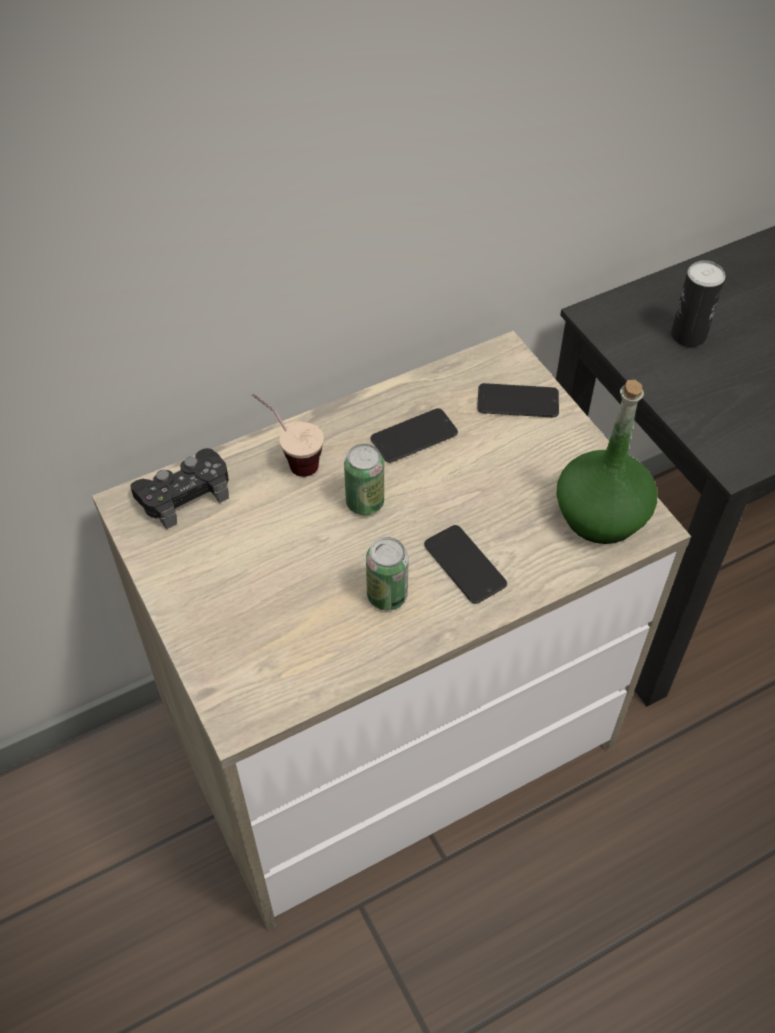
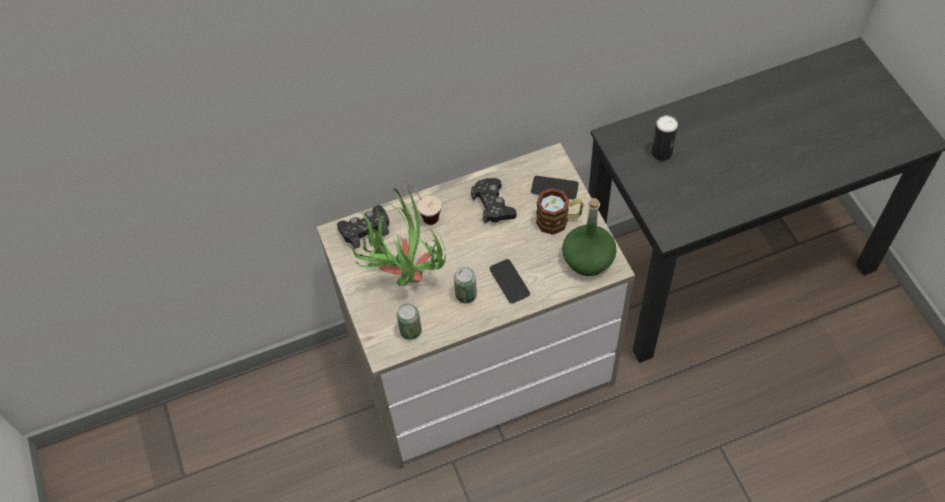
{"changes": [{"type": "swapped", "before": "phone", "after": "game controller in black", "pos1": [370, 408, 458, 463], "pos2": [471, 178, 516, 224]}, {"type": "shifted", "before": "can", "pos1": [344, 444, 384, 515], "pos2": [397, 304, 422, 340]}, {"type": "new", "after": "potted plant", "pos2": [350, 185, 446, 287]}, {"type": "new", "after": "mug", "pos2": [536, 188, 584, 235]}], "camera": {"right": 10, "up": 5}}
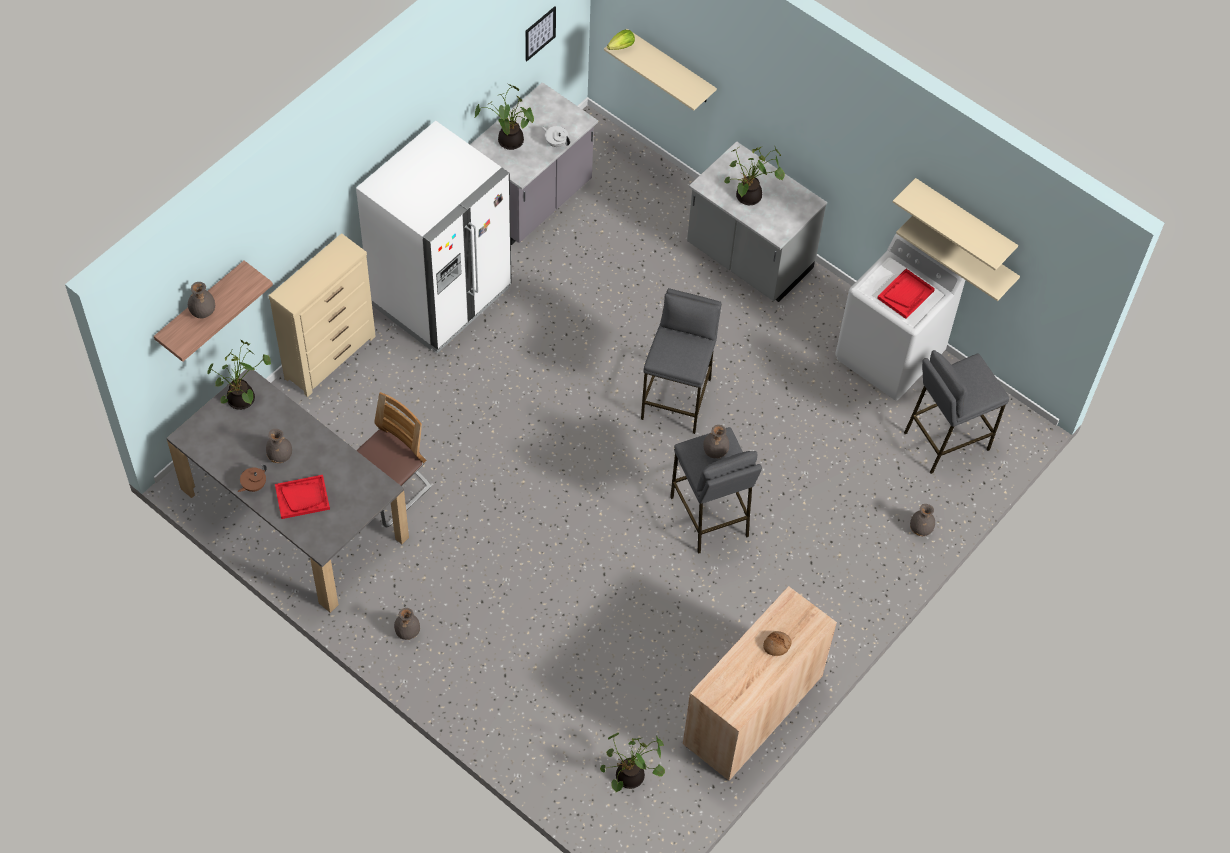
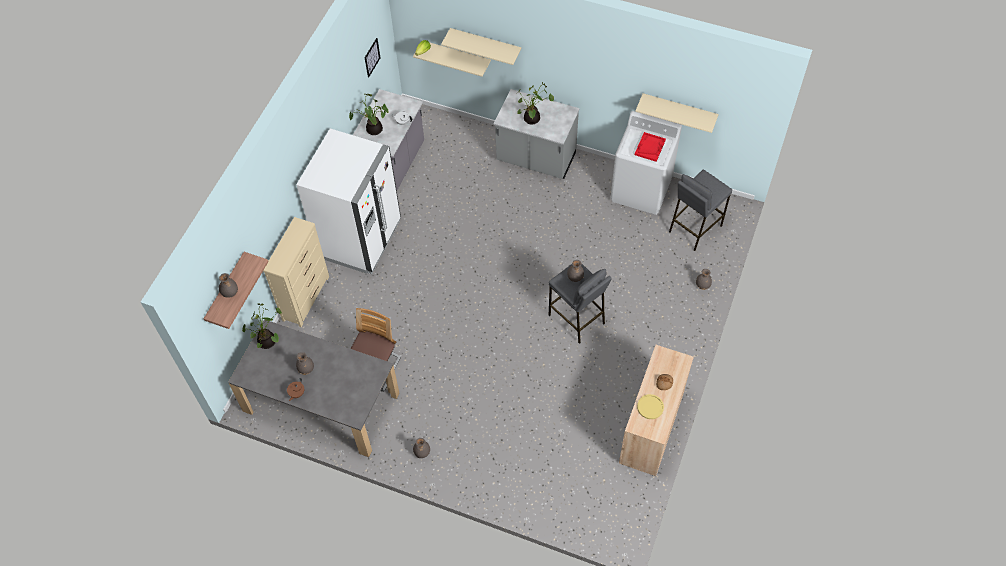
{"changes": [{"type": "shifted", "before": "shelf in beige", "pos1": [893, 178, 1018, 271], "pos2": [441, 28, 521, 65]}, {"type": "gone", "before": "stool in grey", "pos1": [641, 288, 721, 434]}, {"type": "gone", "before": "tray in red", "pos1": [275, 475, 330, 519]}, {"type": "gone", "before": "potted plant", "pos1": [600, 733, 665, 792]}, {"type": "new", "after": "plate in yellow", "pos2": [637, 394, 664, 419]}], "camera": {"right": -15, "up": 0}}
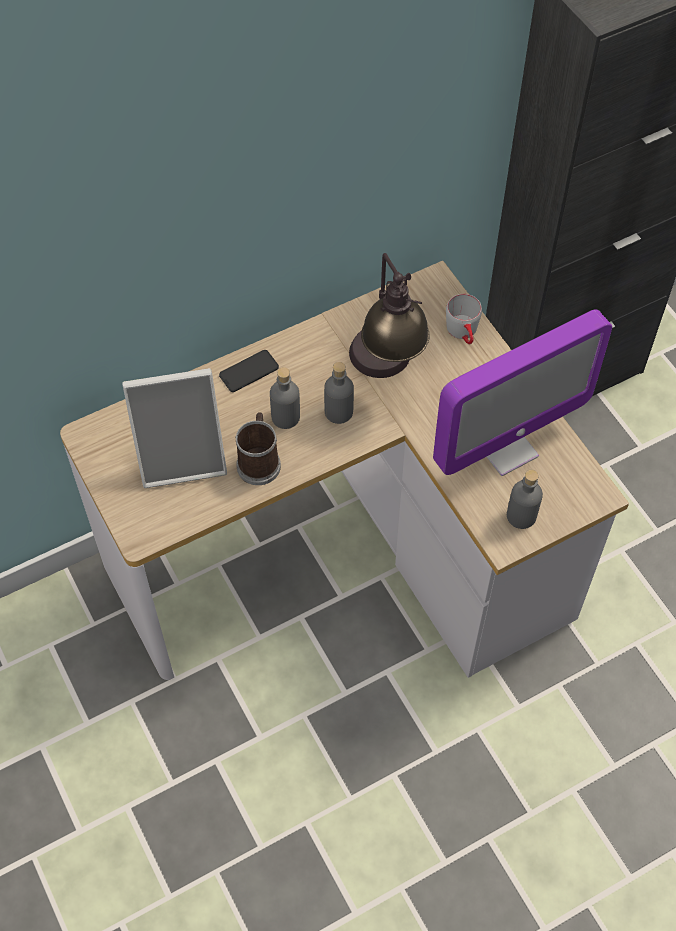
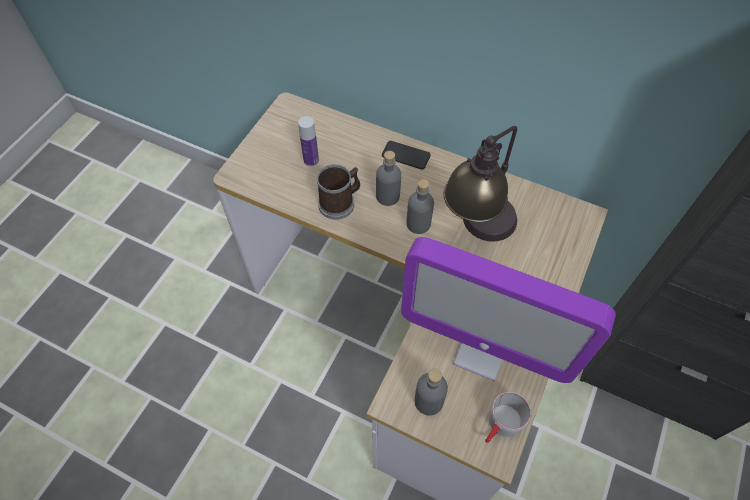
{"changes": [{"type": "shifted", "before": "mug in grey", "pos1": [446, 294, 482, 344], "pos2": [485, 392, 531, 443]}, {"type": "swapped", "before": "picture frame", "after": "bottle", "pos1": [122, 368, 227, 488], "pos2": [298, 116, 319, 167]}], "camera": {"right": 55, "up": 0}}
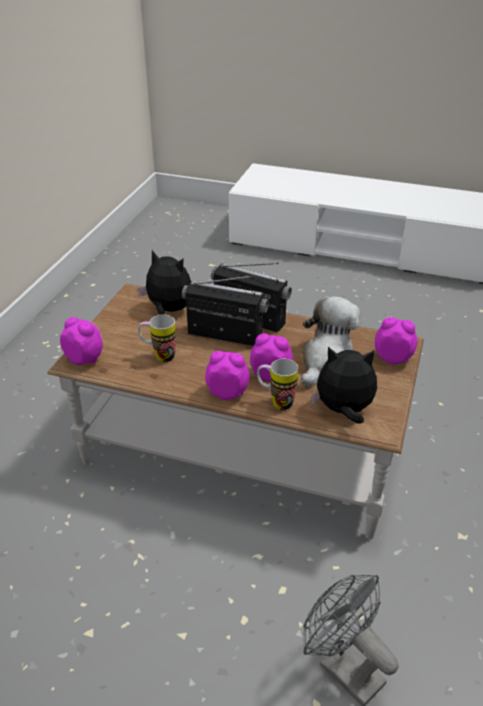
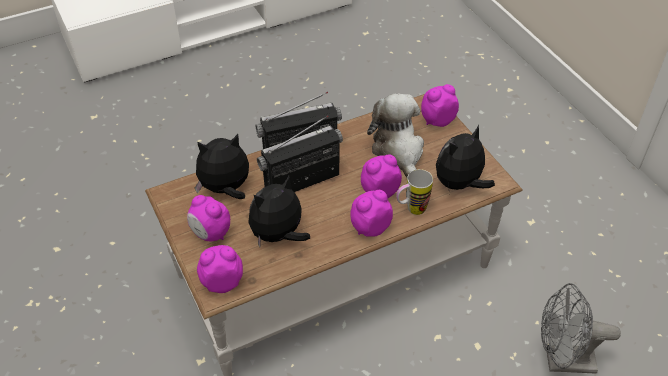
{"changes": [{"type": "swapped", "before": "mug", "after": "plush toy", "pos1": [138, 314, 176, 362], "pos2": [248, 176, 310, 247]}, {"type": "new", "after": "alarm clock", "pos2": [187, 195, 230, 242]}], "camera": {"right": -45, "up": 10}}
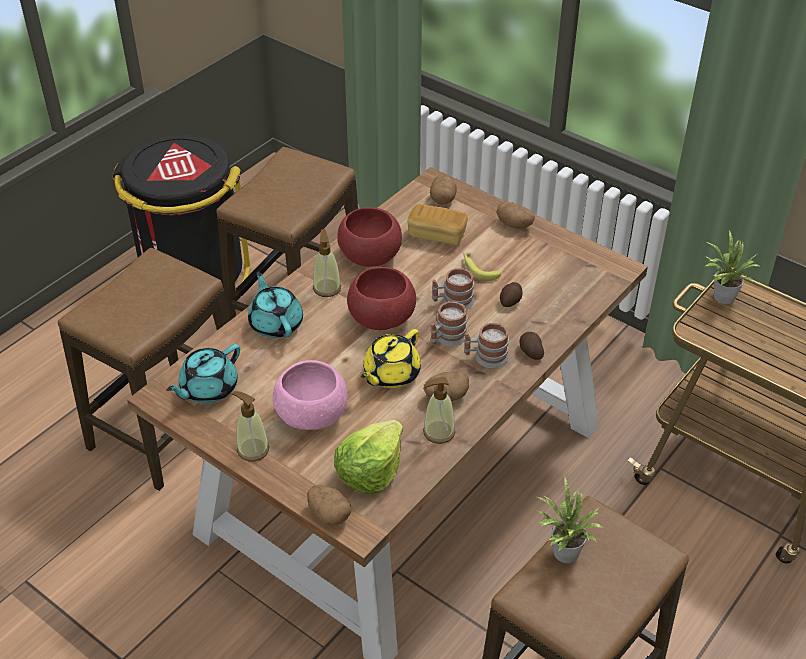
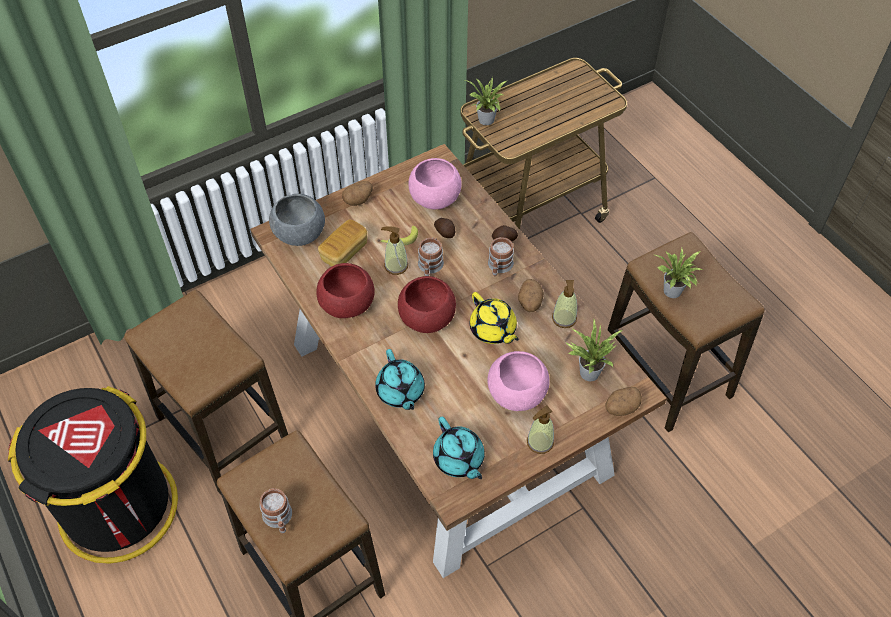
{"changes": [{"type": "swapped", "before": "potato", "after": "bowl in grey", "pos1": [430, 174, 457, 205], "pos2": [269, 194, 325, 246]}, {"type": "shifted", "before": "soap dispenser", "pos1": [313, 229, 341, 297], "pos2": [381, 226, 408, 275]}, {"type": "rotated", "before": "teapot in turquoise", "pos1": [248, 271, 303, 338], "pos2": [375, 349, 425, 410], "turn": -105}, {"type": "shifted", "before": "mug", "pos1": [430, 301, 467, 346], "pos2": [260, 488, 292, 534]}, {"type": "swapped", "before": "lettuce", "after": "potted plant", "pos1": [334, 420, 403, 494], "pos2": [565, 320, 622, 381]}, {"type": "new", "after": "bowl in pink", "pos2": [409, 158, 462, 209]}], "camera": {"right": -70, "up": 10}}
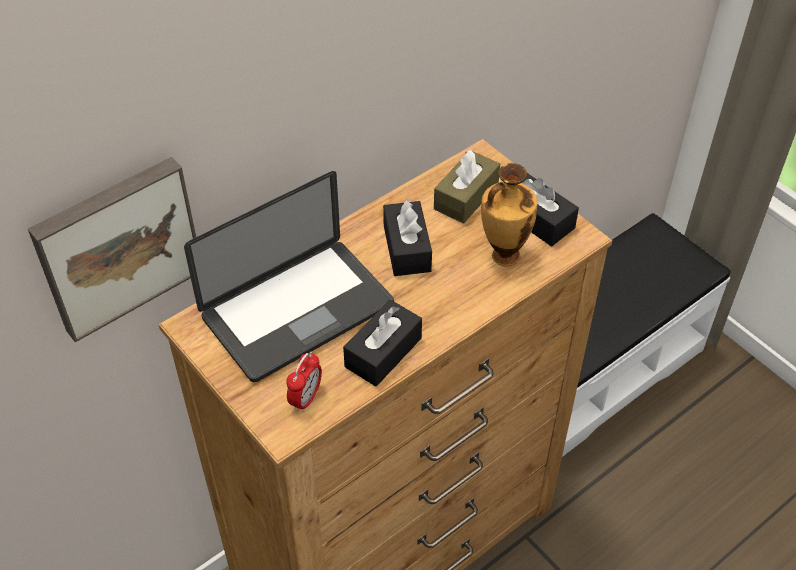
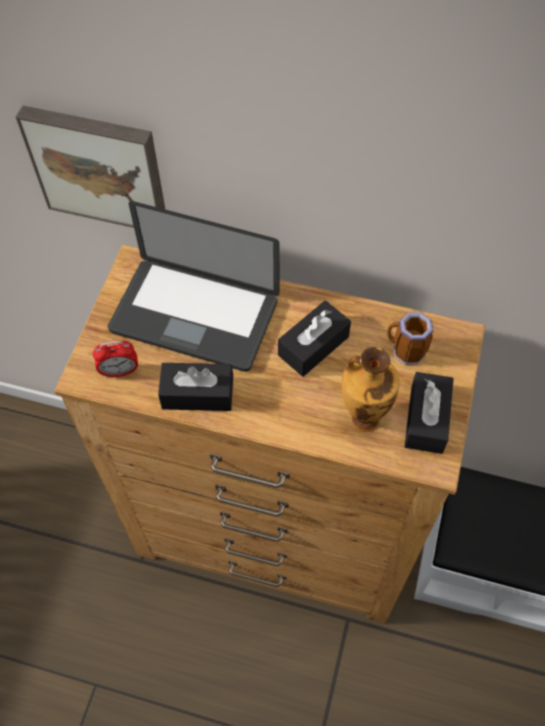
{"changes": [{"type": "swapped", "before": "tissue box in brown", "after": "mug", "pos1": [434, 150, 500, 224], "pos2": [387, 312, 434, 365]}], "camera": {"right": 55, "up": 10}}
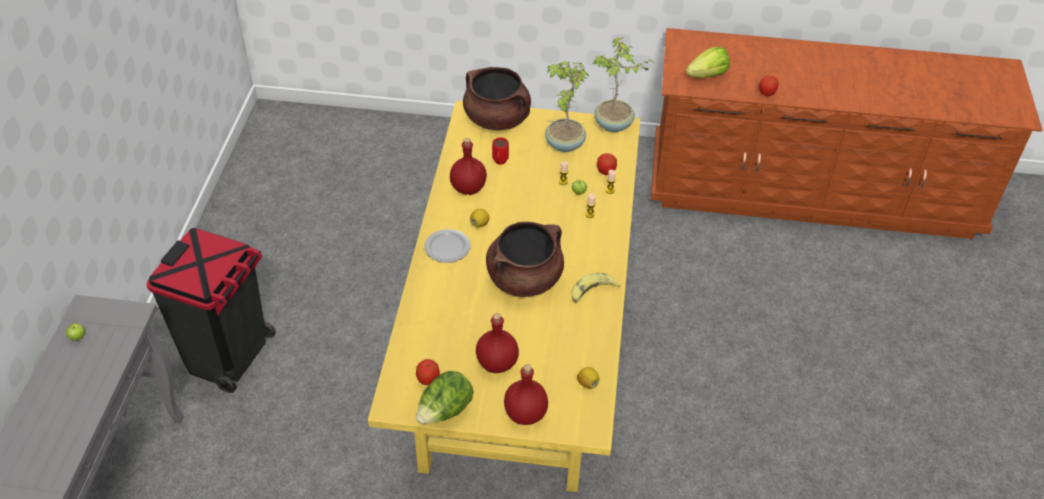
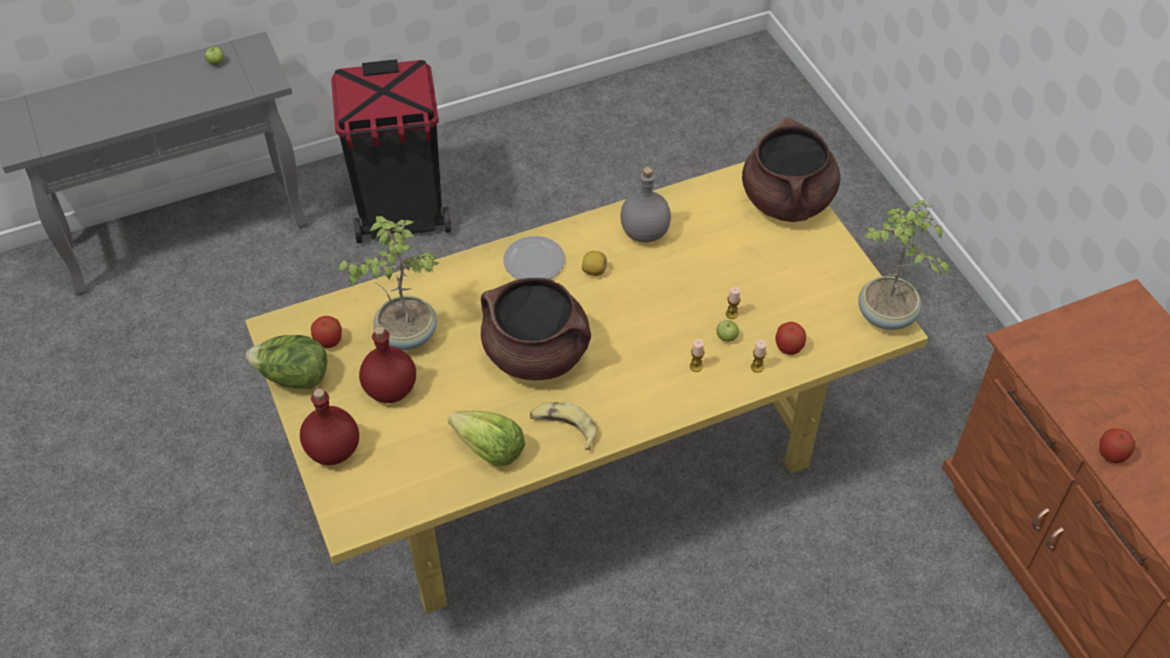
{"changes": [{"type": "shifted", "before": "lettuce", "pos1": [686, 47, 730, 78], "pos2": [448, 411, 525, 466]}, {"type": "shifted", "before": "potted plant", "pos1": [545, 61, 589, 152], "pos2": [337, 216, 440, 350]}, {"type": "gone", "before": "mug in red", "pos1": [492, 137, 509, 165]}, {"type": "repainted", "before": "bottle in red", "after": "bottle in grey", "pos1": [450, 138, 487, 195], "pos2": [620, 167, 671, 242]}, {"type": "gone", "before": "lemon", "pos1": [577, 367, 599, 389]}], "camera": {"right": 60, "up": 5}}
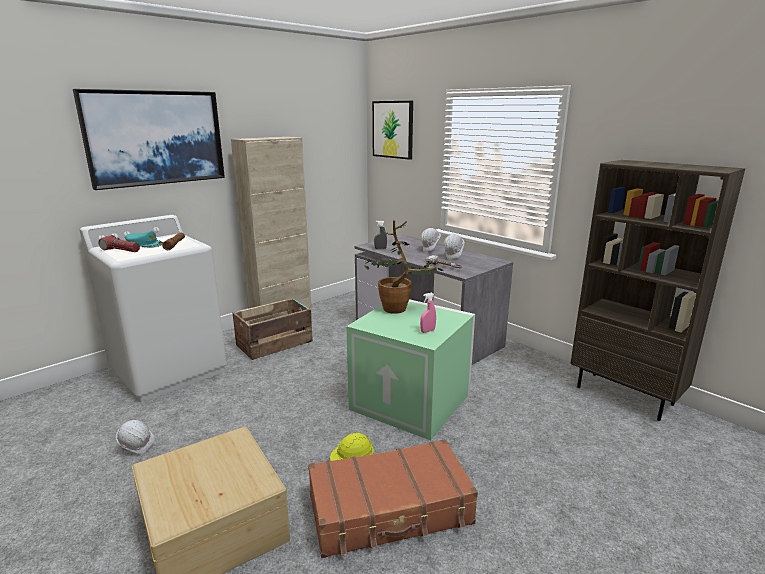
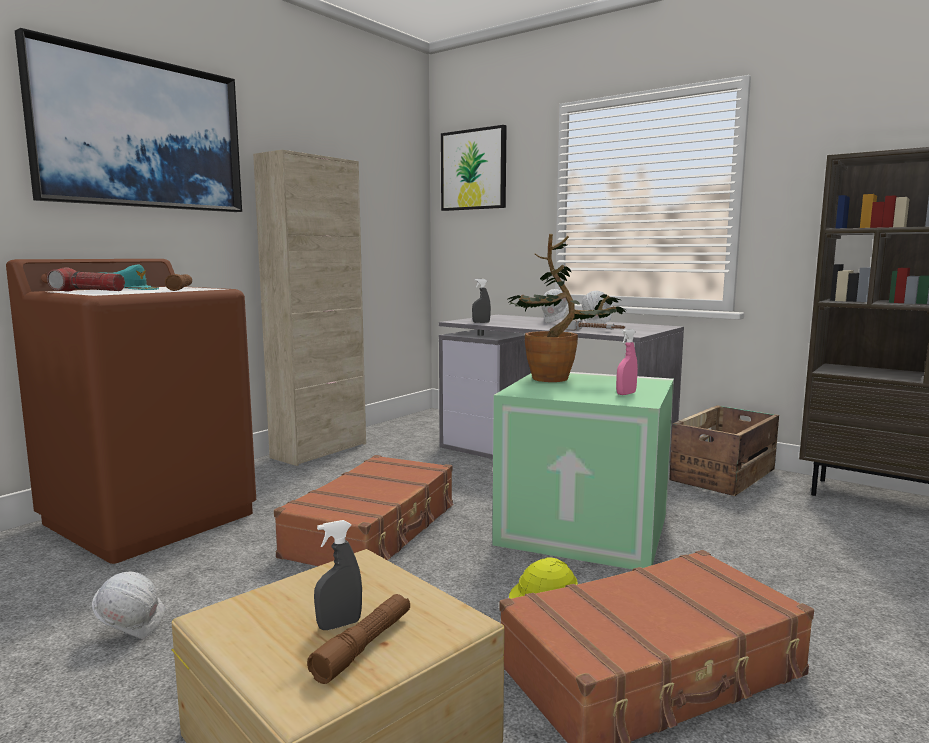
{"changes": [{"type": "repainted", "before": "washing machine in white", "after": "washing machine in brown", "pos1": [80, 215, 226, 402], "pos2": [6, 259, 256, 564]}, {"type": "shifted", "before": "crate", "pos1": [233, 298, 313, 360], "pos2": [669, 405, 779, 496]}, {"type": "new", "after": "suitcase in brown", "pos2": [274, 455, 454, 566]}, {"type": "new", "after": "spray bottle in grey", "pos2": [314, 520, 362, 630]}, {"type": "new", "after": "flashlight in brown", "pos2": [307, 594, 410, 684]}], "camera": {"right": -10, "up": -10}}
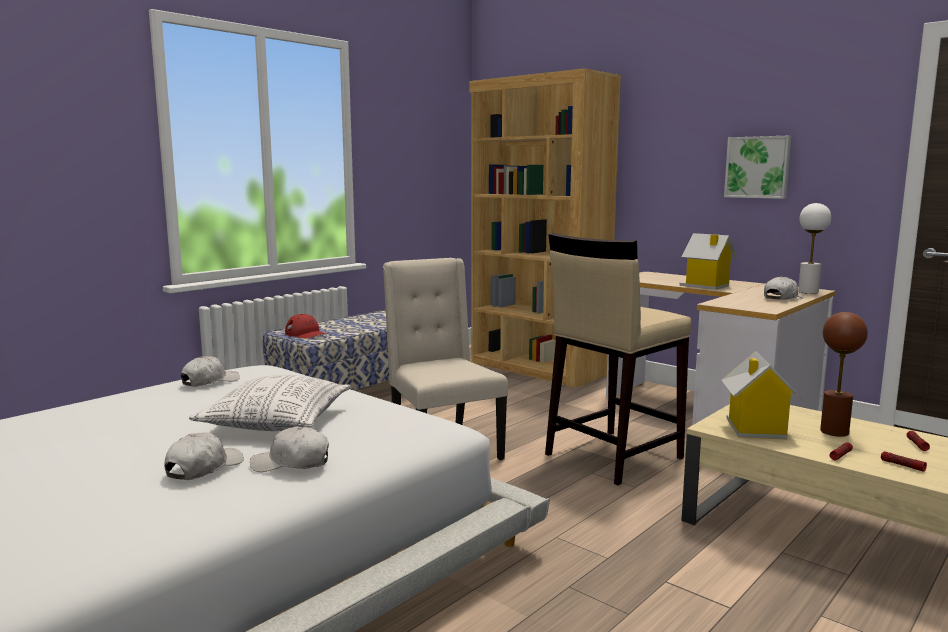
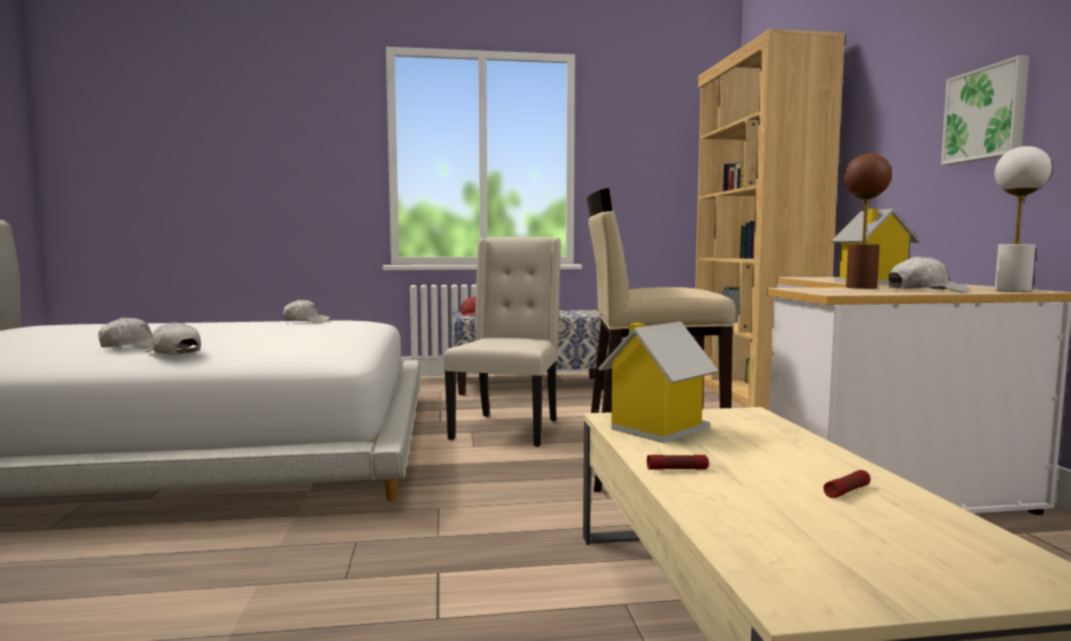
{"changes": [{"type": "shifted", "before": "table lamp in brown", "pos1": [820, 312, 868, 437], "pos2": [844, 153, 892, 289]}, {"type": "gone", "before": "pillow", "pos1": [189, 375, 351, 431]}, {"type": "gone", "before": "flashlight", "pos1": [881, 451, 927, 472]}], "camera": {"right": 40, "up": -5}}
